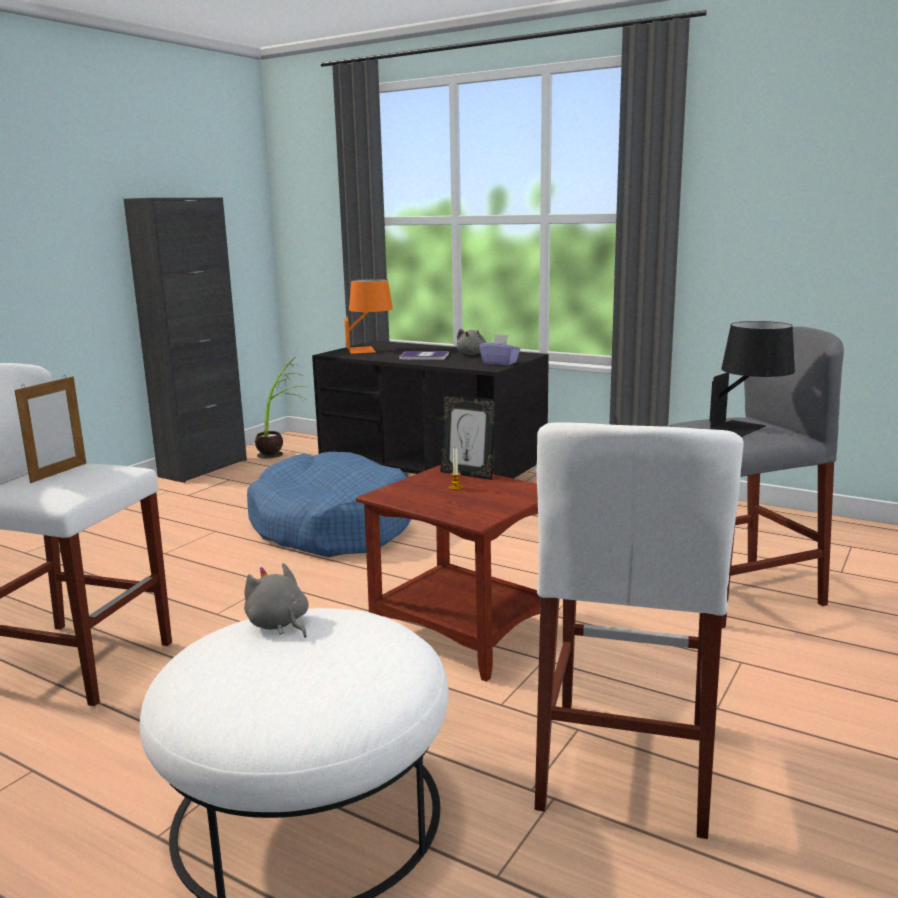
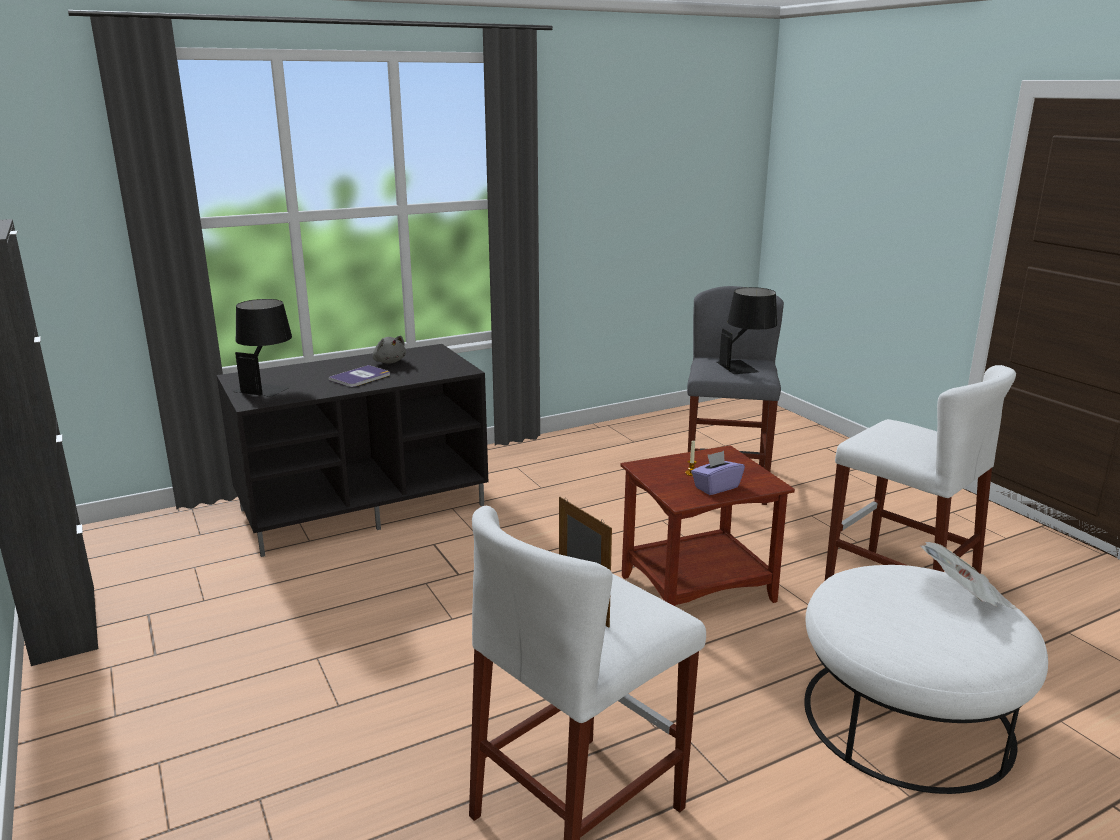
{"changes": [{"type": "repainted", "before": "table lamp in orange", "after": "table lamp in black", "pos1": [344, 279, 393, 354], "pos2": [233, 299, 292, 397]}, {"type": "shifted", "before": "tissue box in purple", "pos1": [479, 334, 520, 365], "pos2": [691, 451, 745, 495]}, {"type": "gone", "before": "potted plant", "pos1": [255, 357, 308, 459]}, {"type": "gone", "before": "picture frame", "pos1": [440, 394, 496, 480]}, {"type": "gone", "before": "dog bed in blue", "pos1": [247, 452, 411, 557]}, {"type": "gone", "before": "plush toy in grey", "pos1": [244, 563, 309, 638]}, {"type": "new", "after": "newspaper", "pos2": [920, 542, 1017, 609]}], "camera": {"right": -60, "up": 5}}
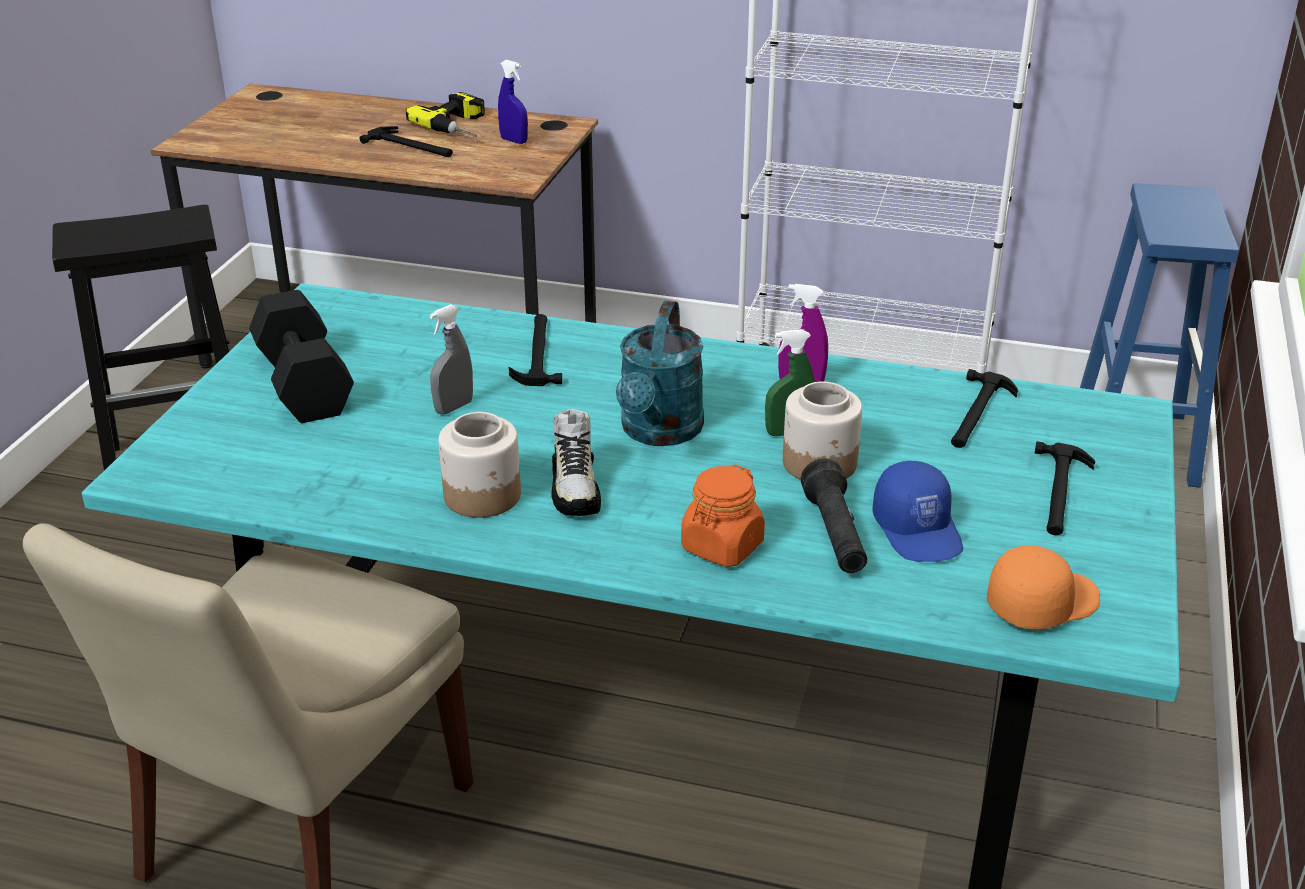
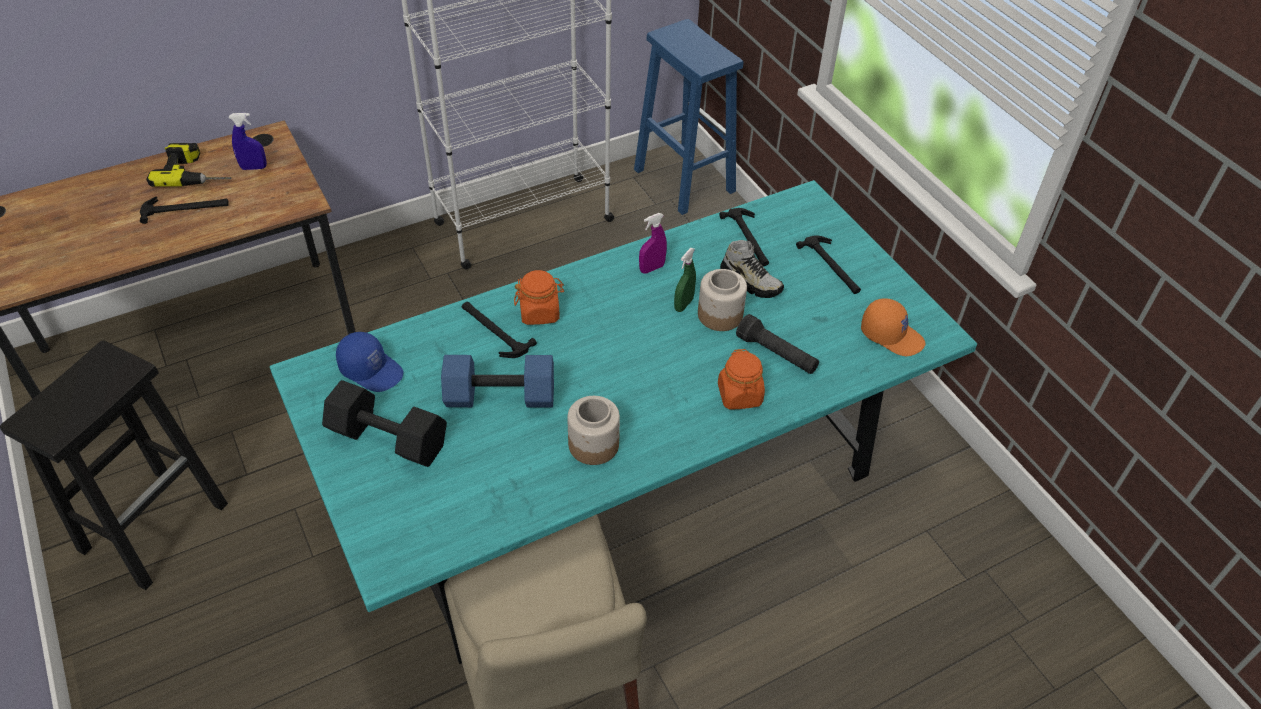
{"changes": [{"type": "gone", "before": "watering can in turquoise", "pos1": [616, 301, 704, 446]}, {"type": "swapped", "before": "spray bottle in grey", "after": "dumbbell in blue", "pos1": [429, 304, 473, 415], "pos2": [441, 355, 554, 407]}, {"type": "shifted", "before": "shoe", "pos1": [551, 409, 601, 516], "pos2": [720, 240, 784, 298]}, {"type": "shifted", "before": "cap in blue", "pos1": [873, 461, 963, 562], "pos2": [336, 332, 403, 392]}, {"type": "rotated", "before": "cap in orange", "pos1": [986, 545, 1100, 629], "pos2": [861, 298, 925, 356], "turn": 105}, {"type": "new", "after": "jar in orange", "pos2": [514, 270, 564, 325]}], "camera": {"right": -45, "up": 15}}
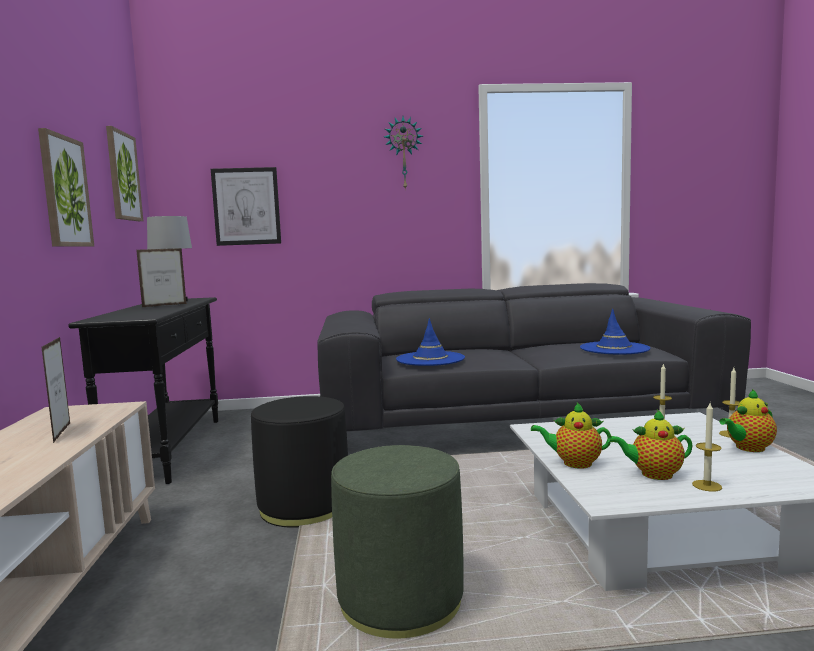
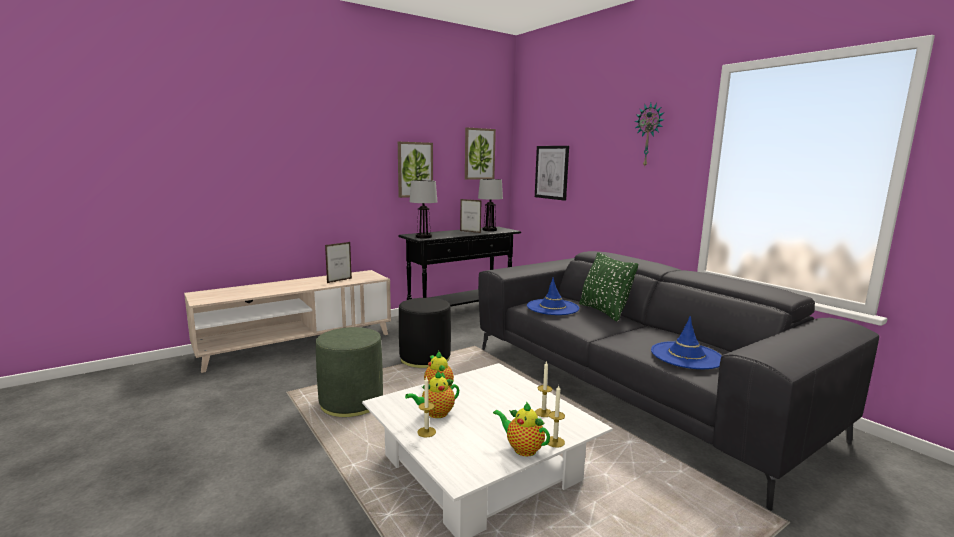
{"changes": [{"type": "rotated", "before": "teapot", "pos1": [607, 410, 693, 480], "pos2": [405, 371, 459, 418], "turn": -90}, {"type": "new", "after": "table lamp", "pos2": [410, 180, 437, 238]}, {"type": "new", "after": "pillow in green", "pos2": [579, 252, 638, 322]}], "camera": {"right": 60, "up": 5}}
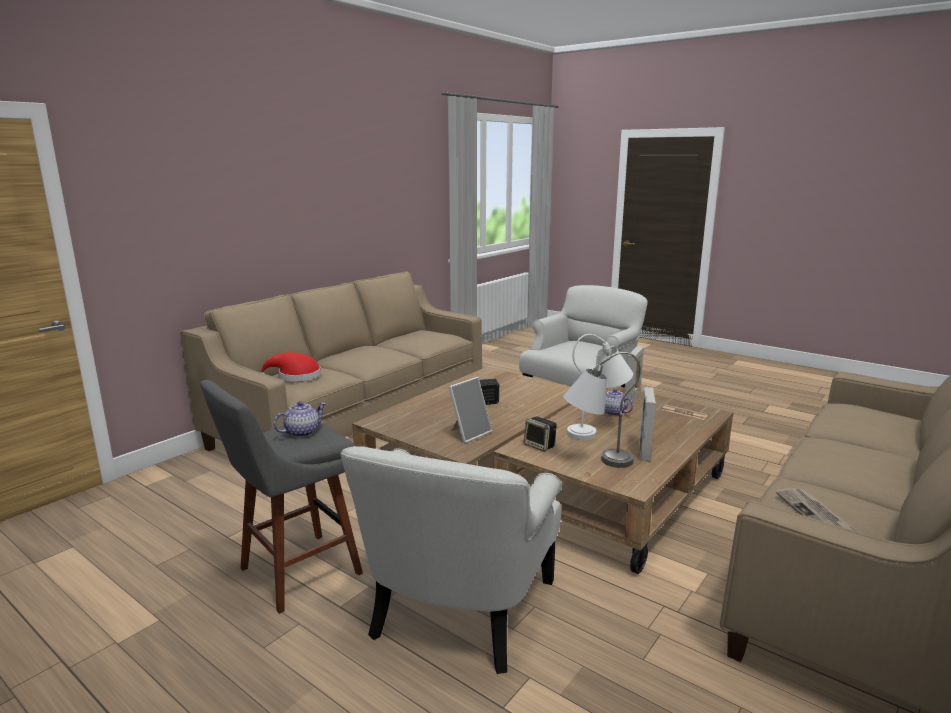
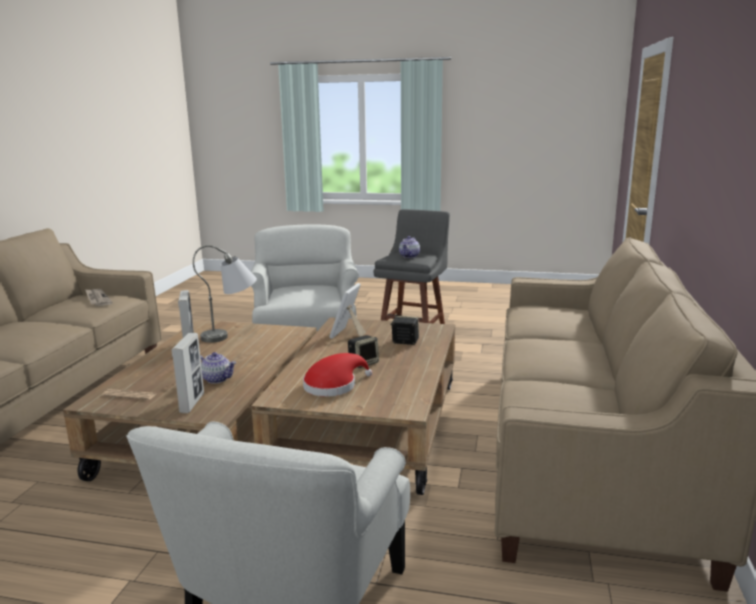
{"changes": [{"type": "gone", "before": "table lamp in white", "pos1": [567, 334, 633, 440]}, {"type": "shifted", "before": "hat in red", "pos1": [261, 352, 321, 382], "pos2": [303, 353, 372, 397]}, {"type": "shifted", "before": "speaker", "pos1": [524, 416, 557, 452], "pos2": [390, 316, 419, 345]}], "camera": {"right": 155, "up": 0}}
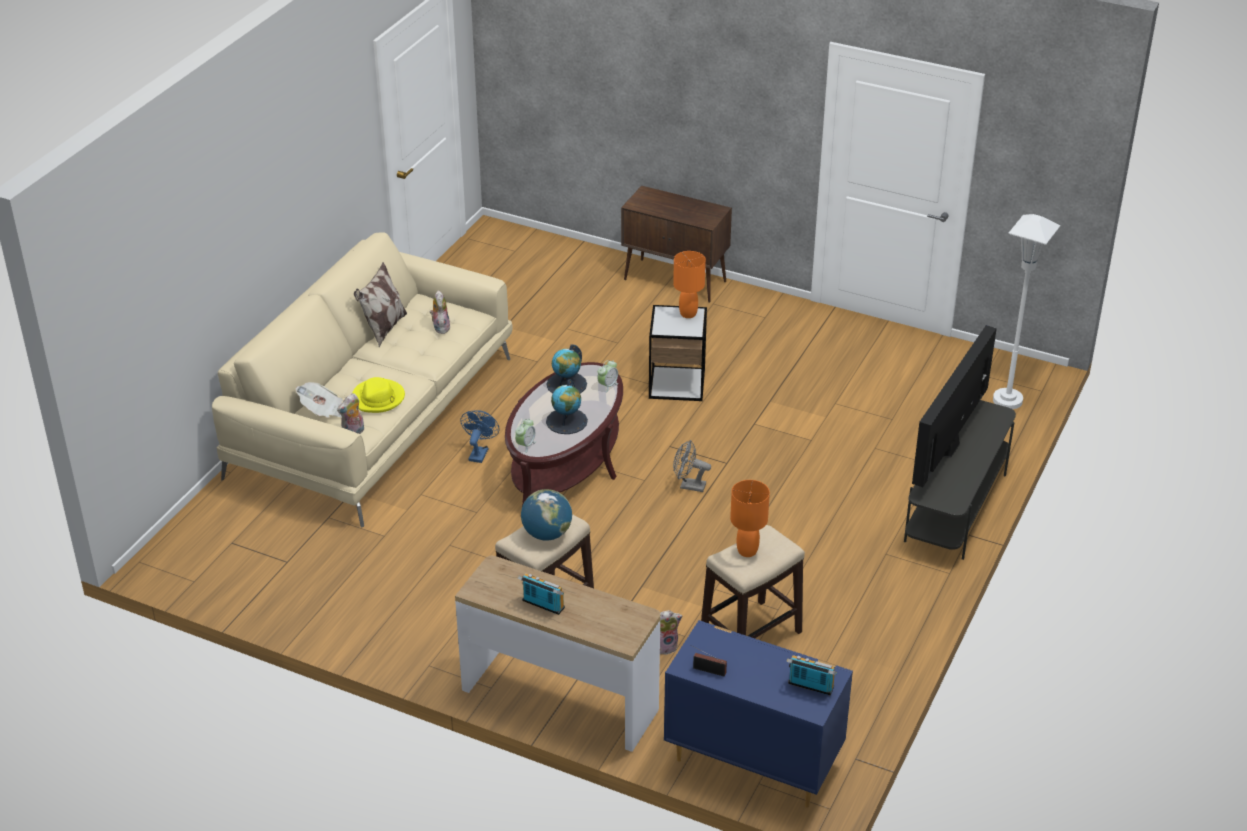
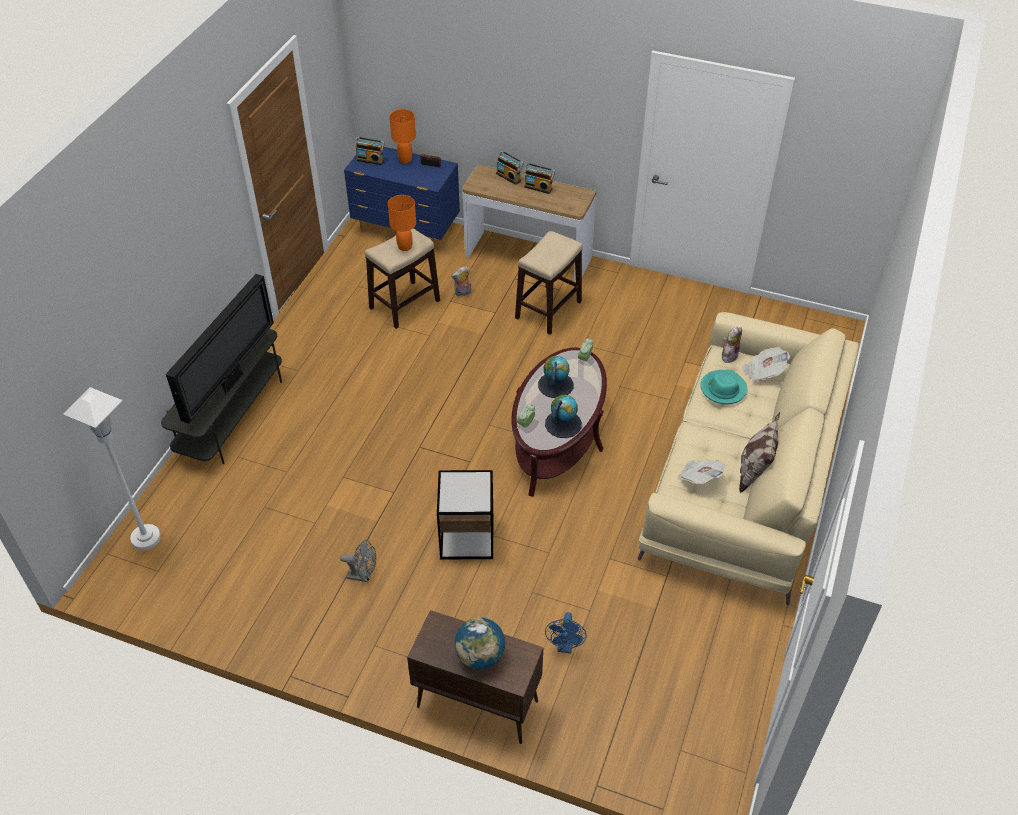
{"changes": [{"type": "shifted", "before": "table lamp in orange", "pos1": [673, 251, 706, 318], "pos2": [389, 109, 416, 163]}, {"type": "swapped", "before": "plush toy", "after": "newspaper", "pos1": [429, 290, 450, 334], "pos2": [678, 459, 726, 484]}, {"type": "repainted", "before": "hat in yellow", "after": "hat in turquoise", "pos1": [352, 377, 405, 413], "pos2": [701, 370, 747, 404]}, {"type": "shifted", "before": "fan in blue", "pos1": [460, 410, 499, 463], "pos2": [545, 612, 587, 653]}, {"type": "shifted", "before": "fan in grey", "pos1": [673, 440, 711, 492], "pos2": [340, 540, 376, 582]}, {"type": "shifted", "before": "globe", "pos1": [521, 489, 572, 541], "pos2": [455, 617, 505, 669]}, {"type": "new", "after": "radio", "pos2": [496, 151, 524, 185]}], "camera": {"right": 175, "up": 10}}
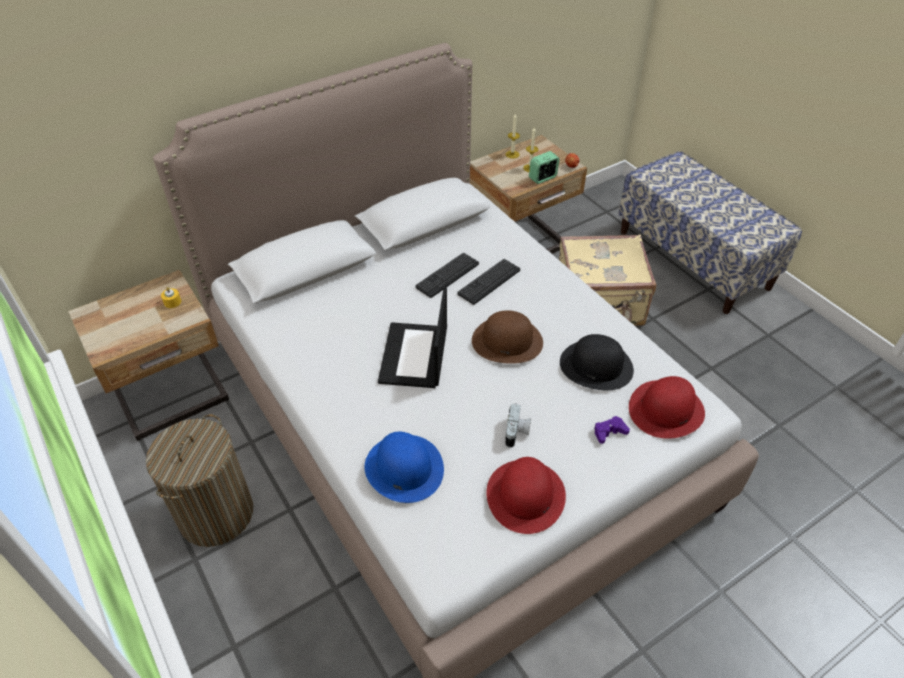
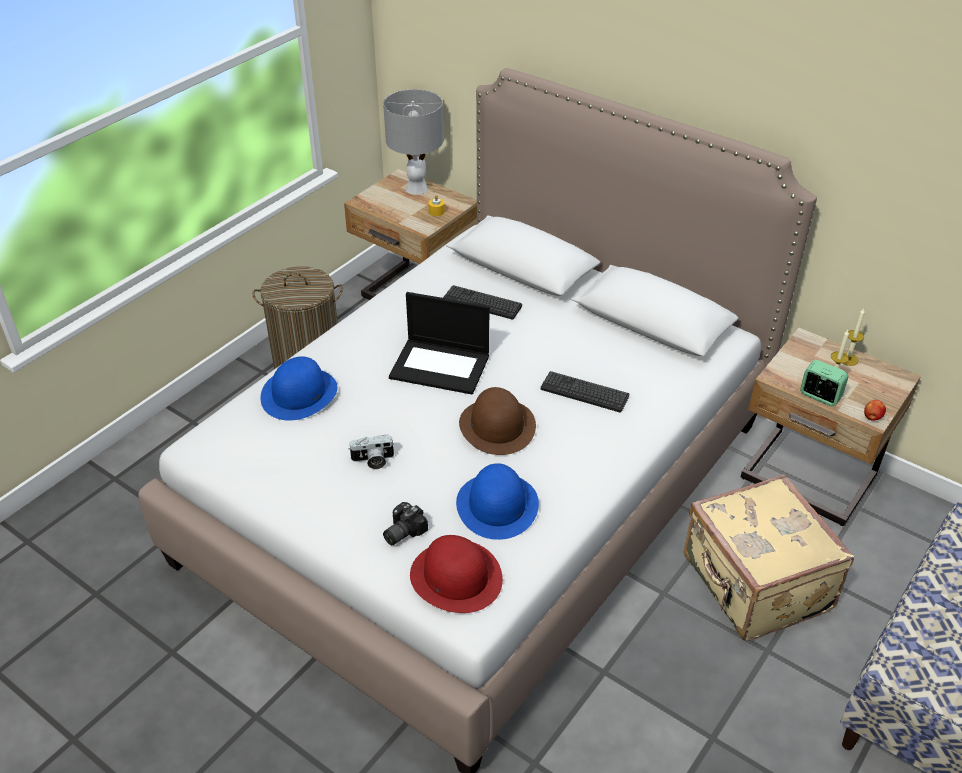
{"changes": [{"type": "shifted", "before": "keyboard", "pos1": [415, 253, 479, 298], "pos2": [443, 285, 522, 320]}, {"type": "rotated", "before": "laptop", "pos1": [378, 287, 447, 388], "pos2": [389, 292, 489, 395], "turn": -150}, {"type": "repainted", "before": "hat in black", "after": "hat in blue", "pos1": [560, 334, 634, 390], "pos2": [456, 463, 539, 540]}, {"type": "swapped", "before": "game controller in purple", "after": "photo camera", "pos1": [594, 416, 630, 444], "pos2": [383, 502, 428, 545]}, {"type": "gone", "before": "hat in red", "pos1": [486, 457, 566, 534]}, {"type": "new", "after": "table lamp in grey", "pos2": [383, 89, 444, 195]}], "camera": {"right": 70, "up": -5}}
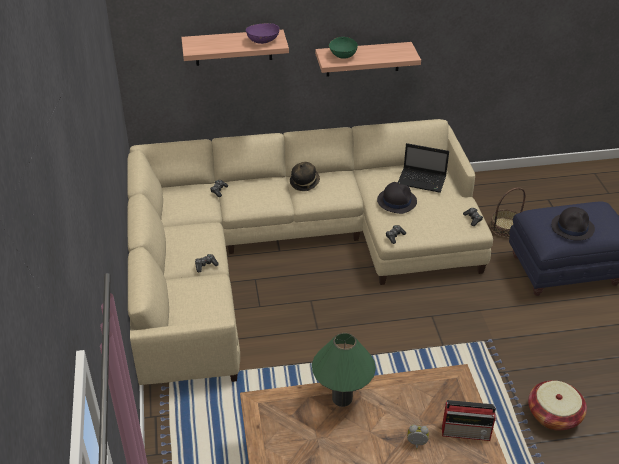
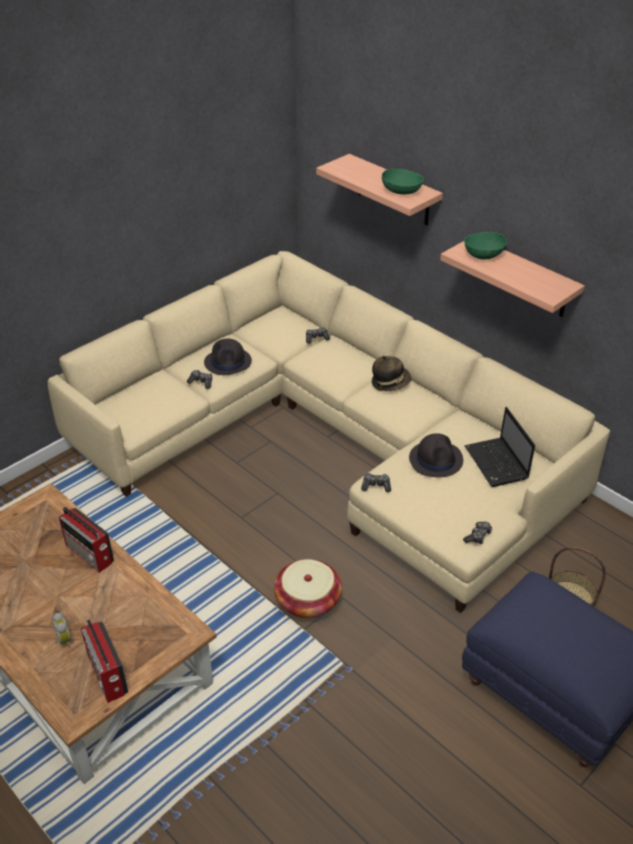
{"changes": [{"type": "repainted", "before": "bowl in purple", "after": "bowl in green", "pos1": [246, 23, 280, 44], "pos2": [382, 169, 424, 194]}, {"type": "shifted", "before": "hat in black", "pos1": [551, 207, 595, 241], "pos2": [204, 338, 252, 375]}, {"type": "swapped", "before": "table lamp in green", "after": "radio", "pos1": [312, 333, 376, 407], "pos2": [59, 507, 114, 573]}, {"type": "shifted", "before": "basket", "pos1": [528, 380, 587, 431], "pos2": [274, 559, 342, 619]}], "camera": {"right": 55, "up": 0}}
